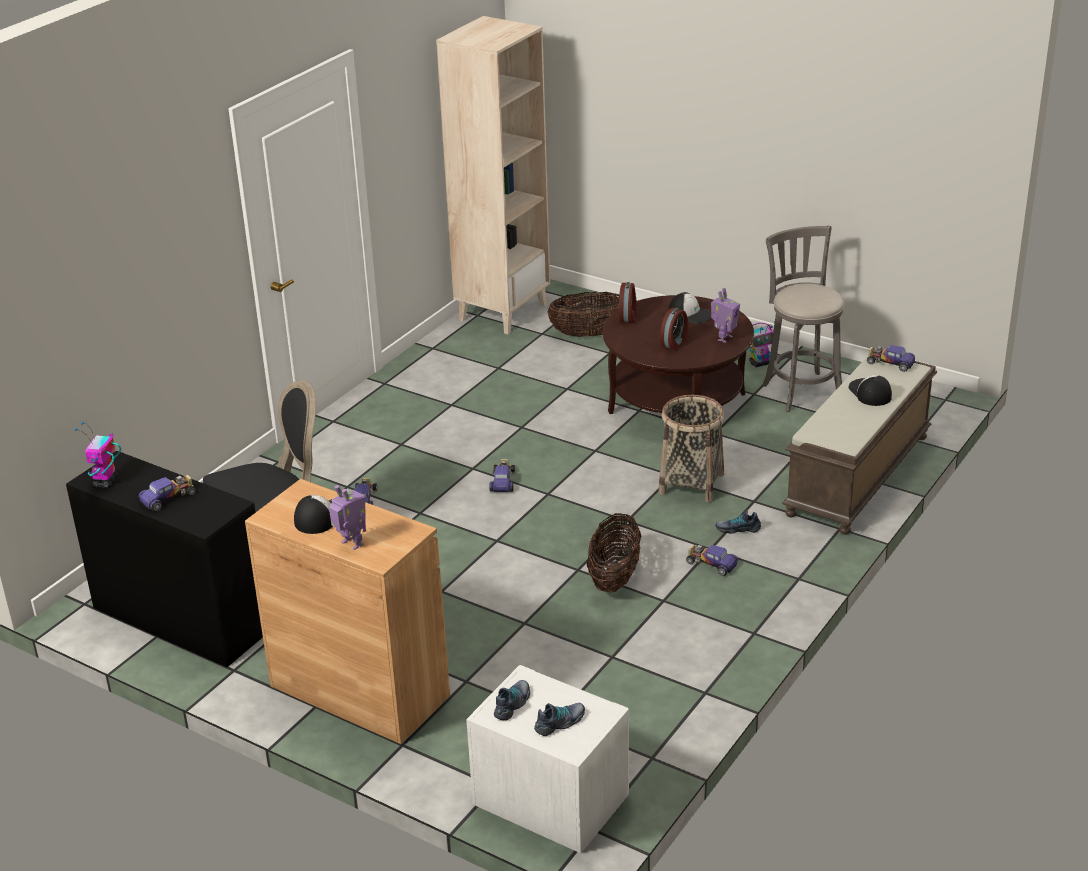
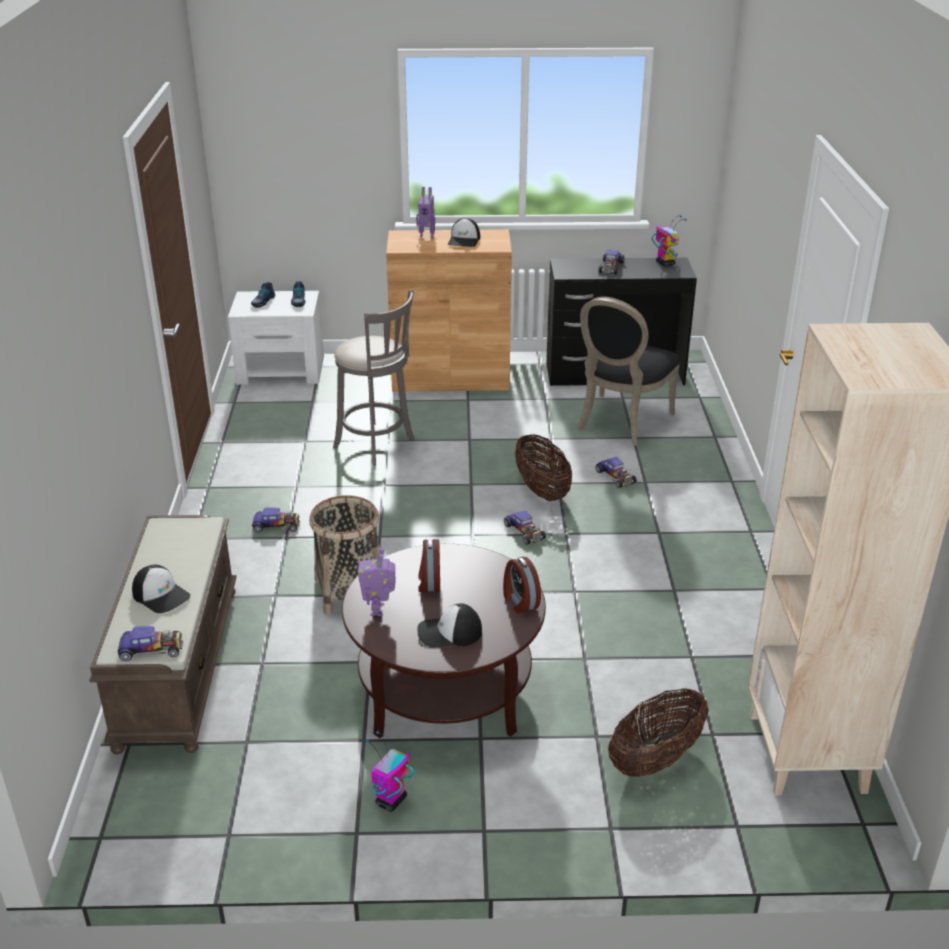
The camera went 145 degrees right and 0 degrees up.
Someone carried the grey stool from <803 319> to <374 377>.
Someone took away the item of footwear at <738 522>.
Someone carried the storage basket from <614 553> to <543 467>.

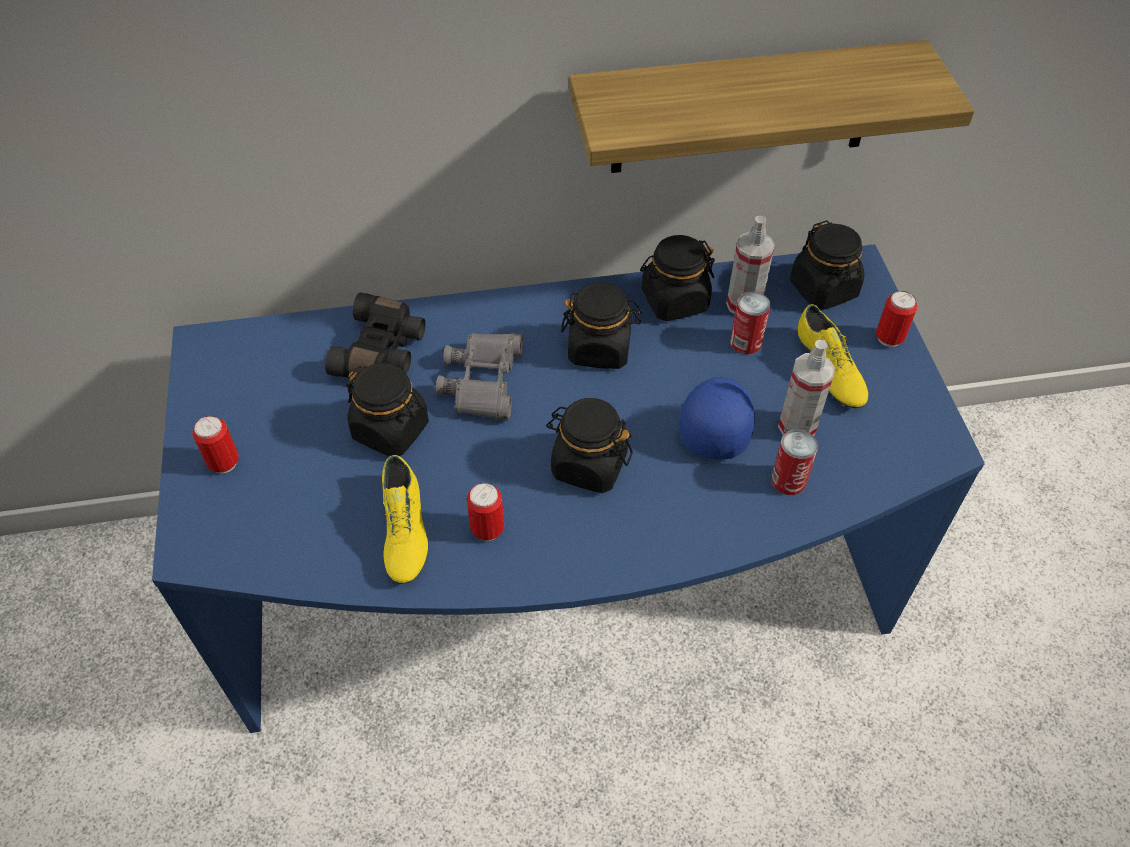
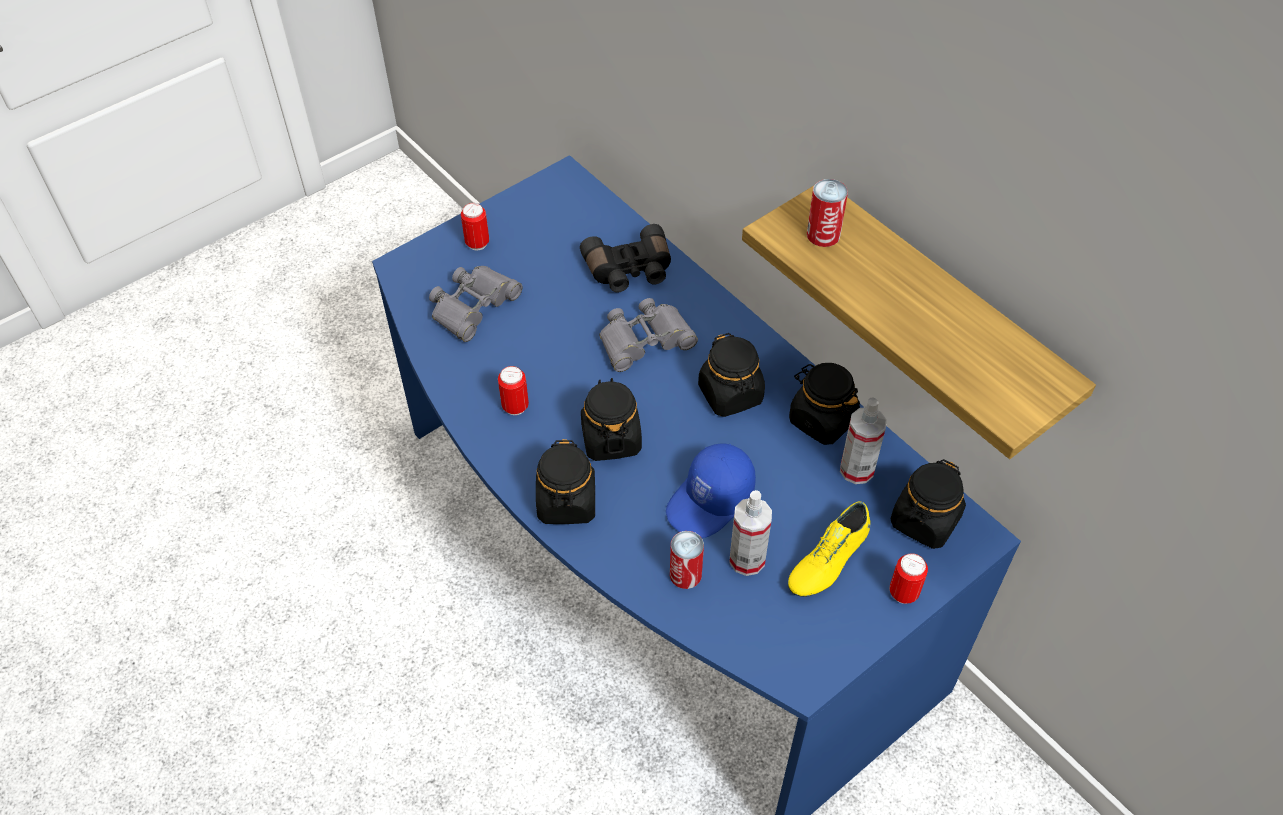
The camera went 60 degrees right and 0 degrees up.
Someone carried the can from <750 323> to <827 213>.
Someone carried the black storage jar from <387 409> to <565 481>.
Someone rotated the blue cap at <717 418> by 150 degrees clockwise.
Someone took away the yellowish item of footwear at <405 519>.
Someone put down the grey pair of binoculars at <475 304>.

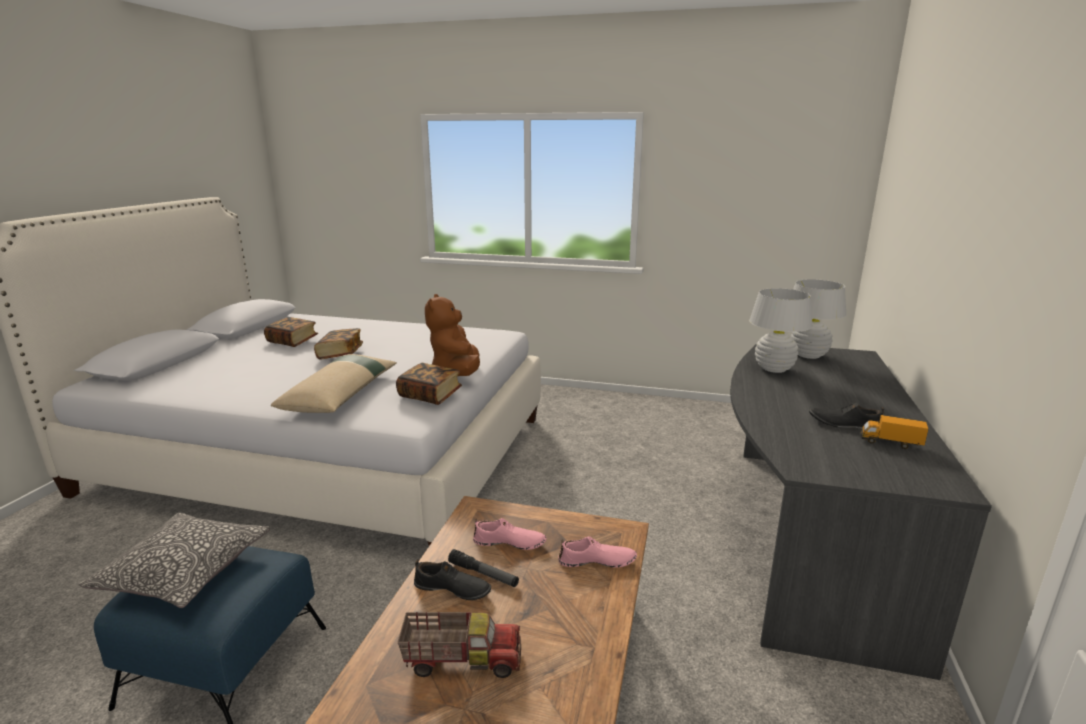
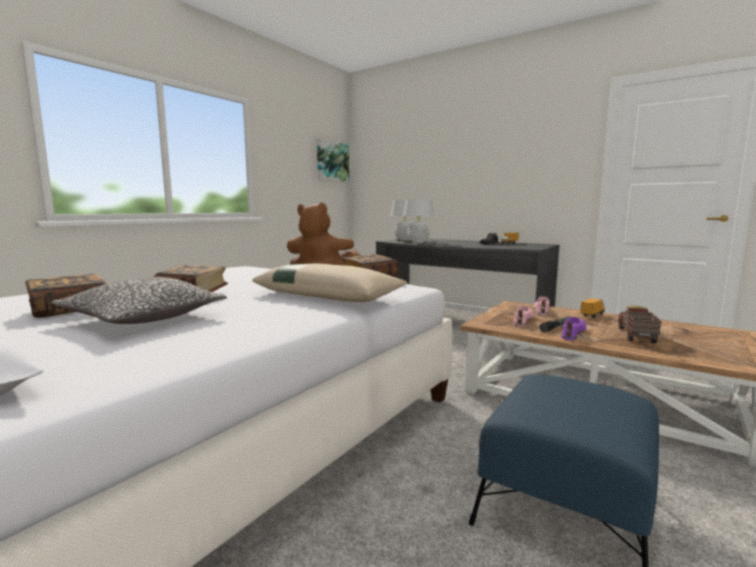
The camera went 70 degrees left and 10 degrees down.
Someone carried the cushion from <174 560> to <139 300>.
Someone repainted the black item of footwear at <452 579>, which became the purple item of footwear at <574 328>.
Someone put up the wall art at <333 160>.
Someone put down the model truck at <592 308>.

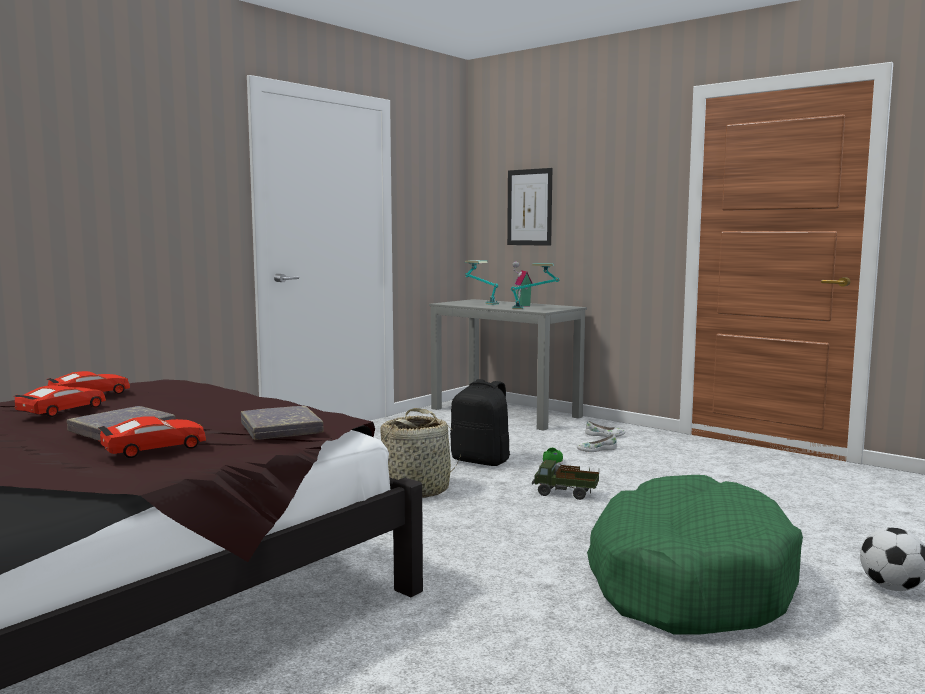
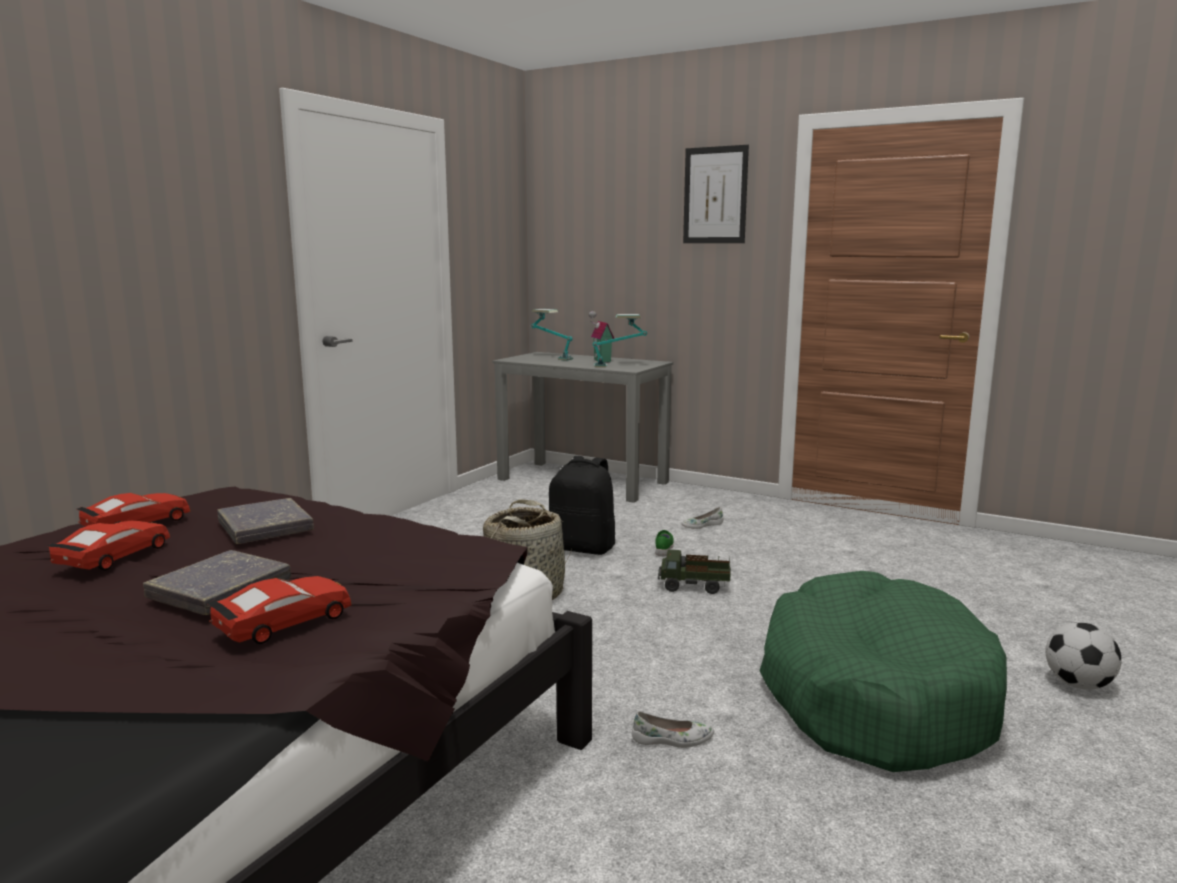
The camera went 10 degrees left and 5 degrees up.
Someone carried the wall art from <529 207> to <716 194>.
Someone carried the grey bound book from <282 422> to <265 521>.
Someone carried the whitish item of footwear from <605 429> to <673 729>.

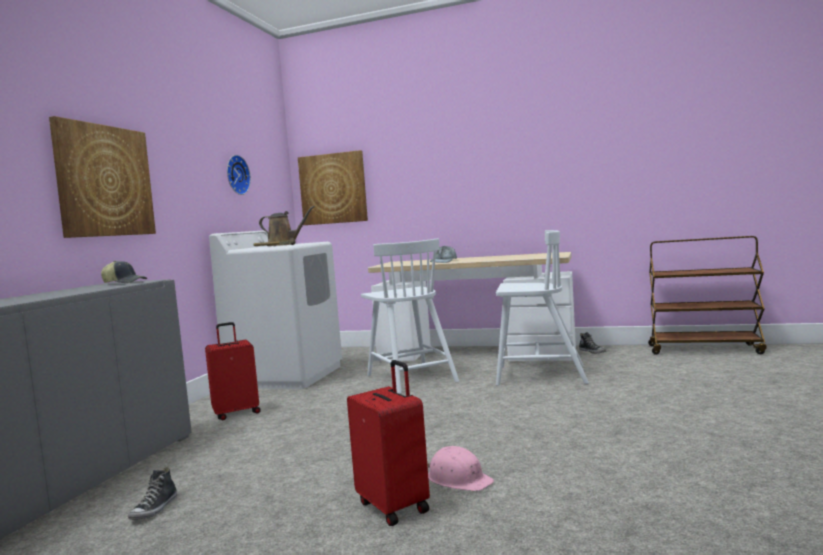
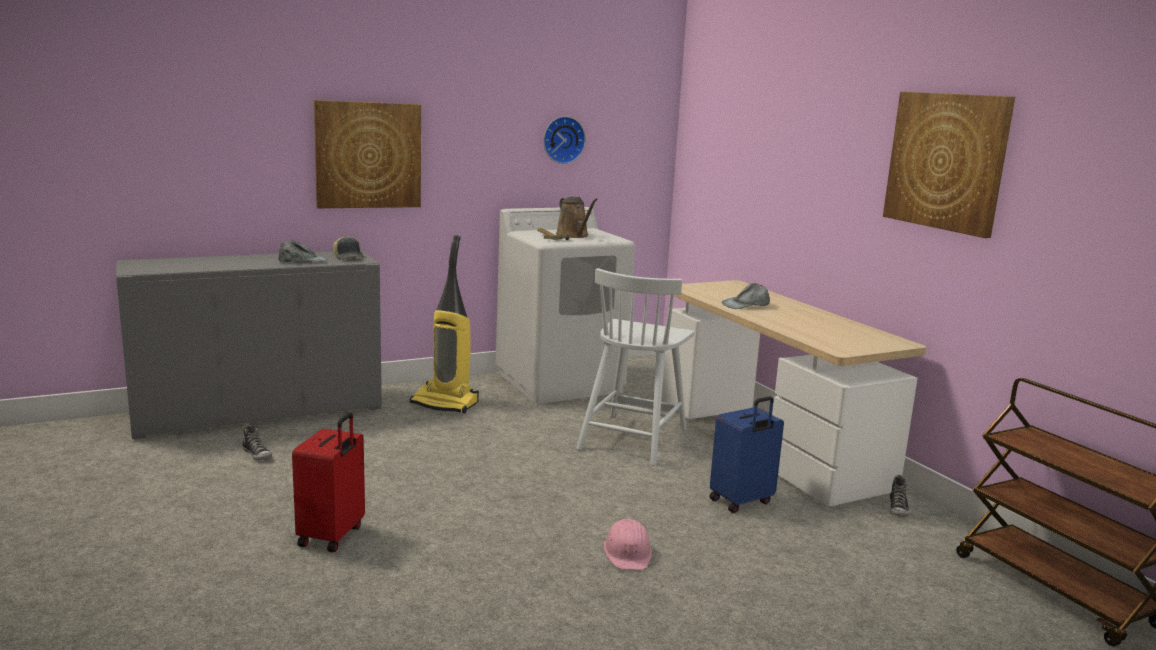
The camera went 45 degrees right and 10 degrees up.
Someone carried the wall art from <333 187> to <949 165>.
Someone swapped the whitish upright chair at <542 308> for the blue piece of luggage at <746 454>.
Someone swapped the reddish piece of luggage at <233 371> for the vacuum cleaner at <444 324>.
Someone carried the pink work helmet from <460 468> to <627 544>.
Someone rotated the item of footwear at <152 493> by 105 degrees counterclockwise.
Someone put down the grey cap at <303 251>.

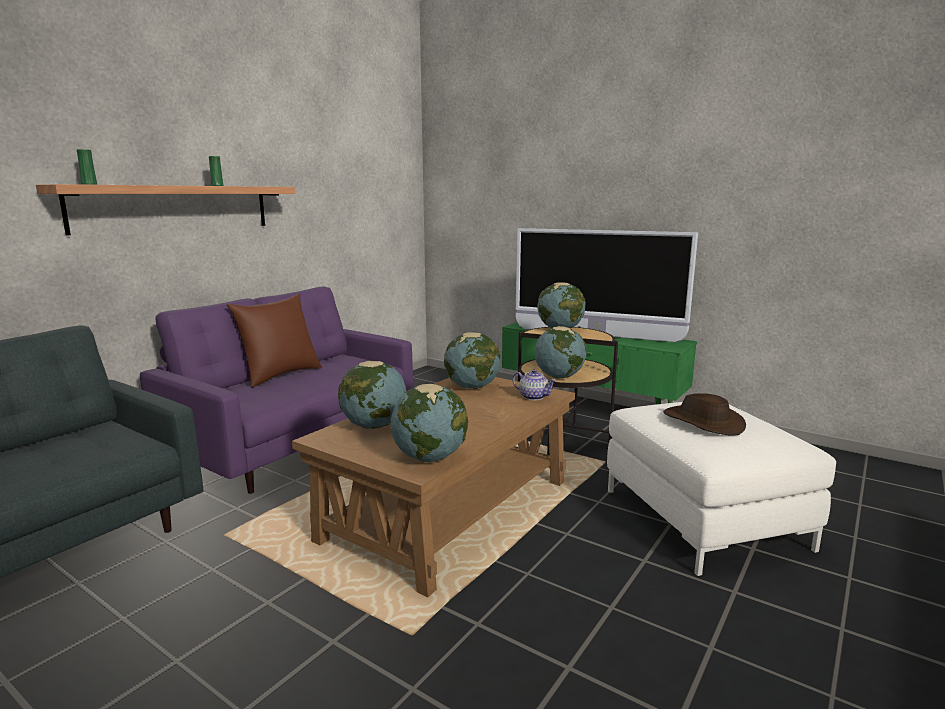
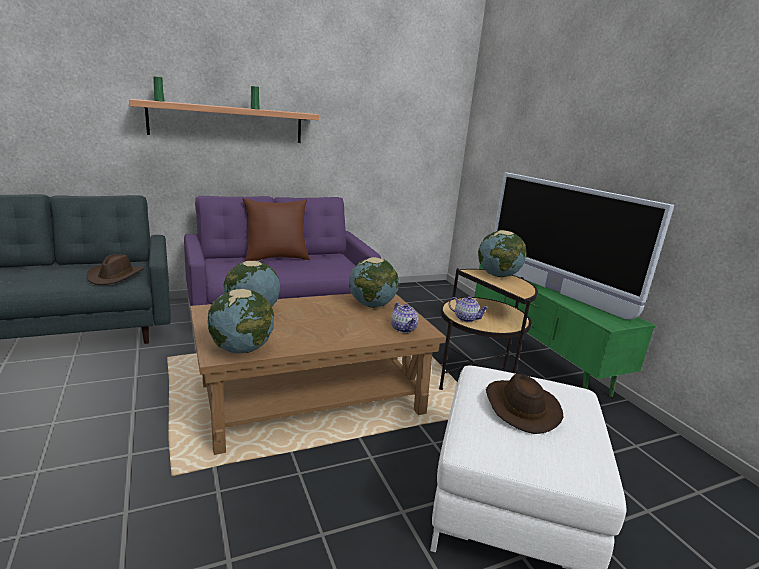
The camera went 30 degrees right and 5 degrees up.
Someone swapped the world globe at <560 352> for the tea pot at <469 309>.
Someone put down the brown hat at <115 269>.

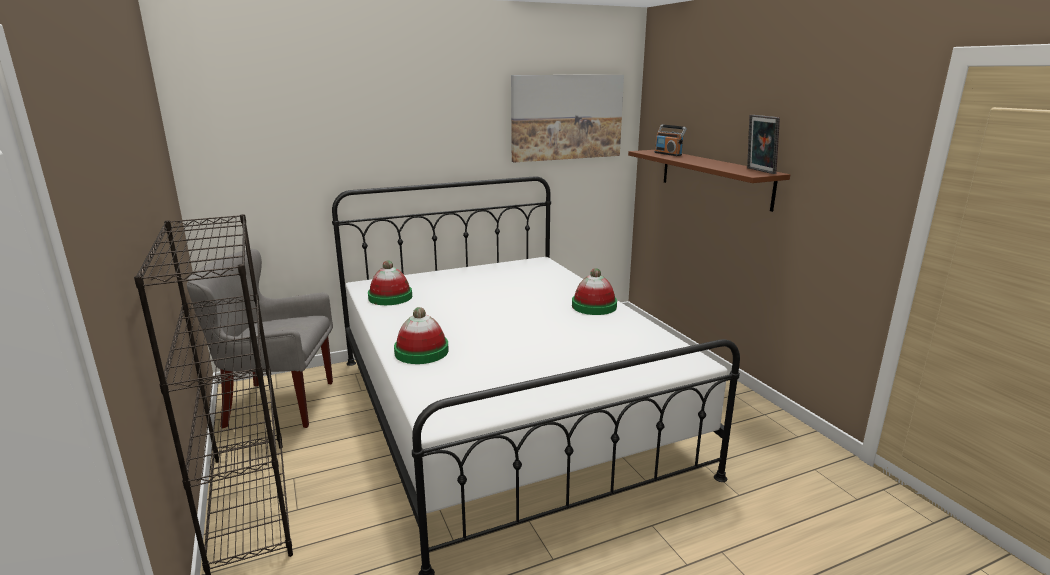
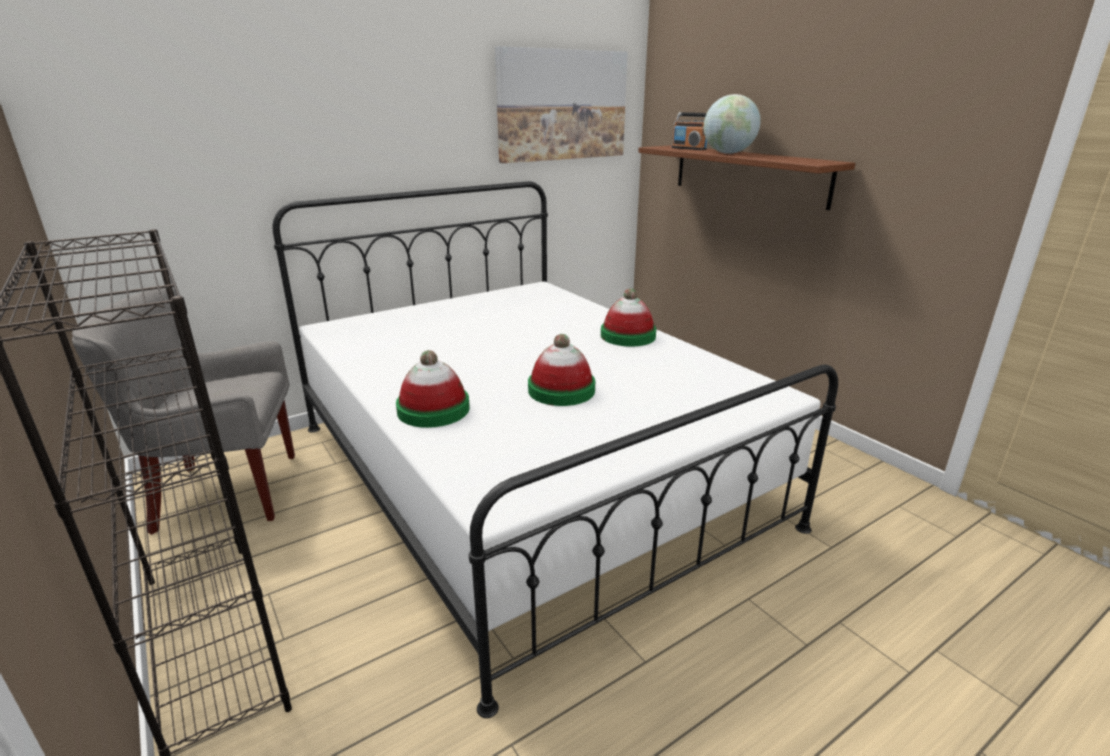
The camera went 10 degrees left and 5 degrees up.
Someone took away the photo frame at <763 144>.
Someone carried the hat from <390 283> to <561 370>.
Someone put down the world globe at <732 124>.

